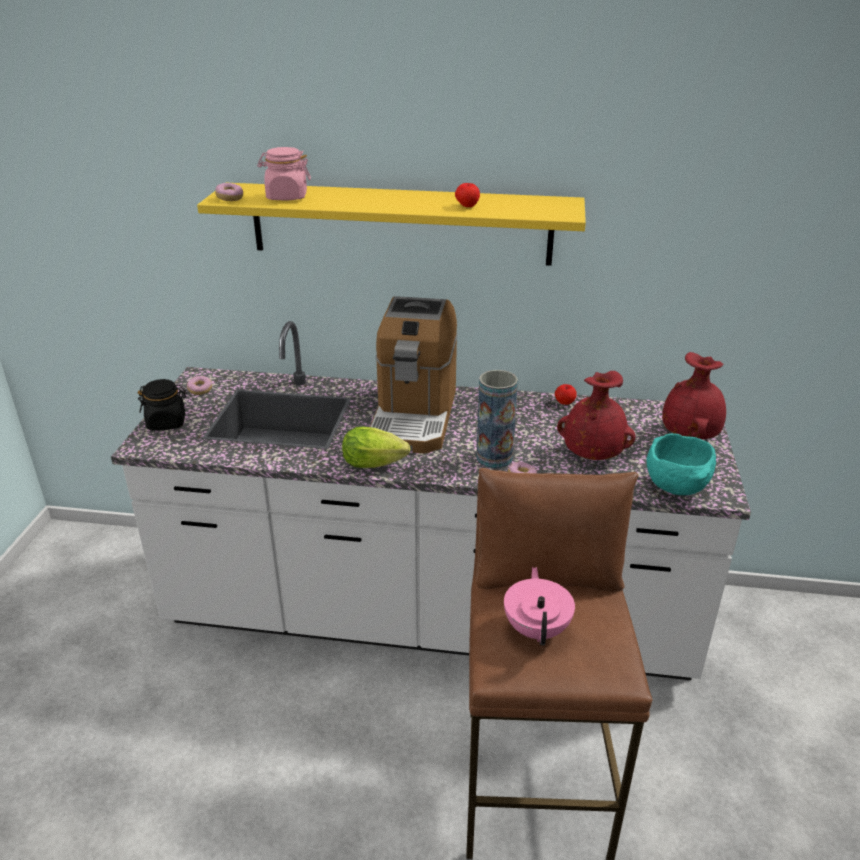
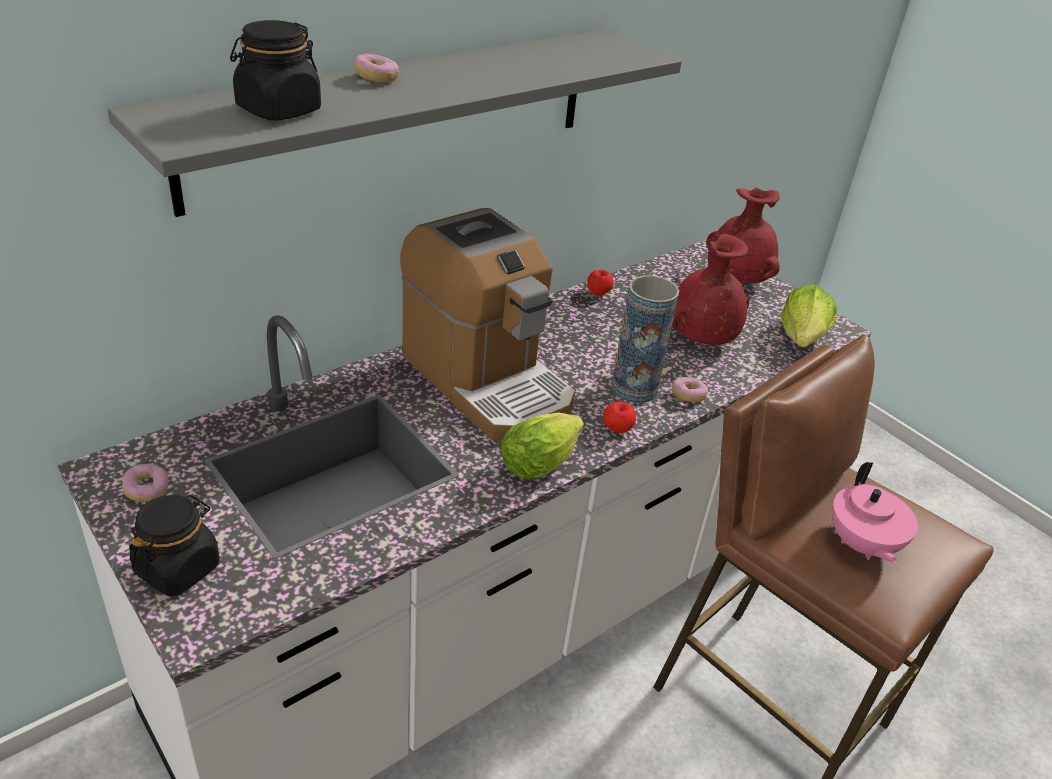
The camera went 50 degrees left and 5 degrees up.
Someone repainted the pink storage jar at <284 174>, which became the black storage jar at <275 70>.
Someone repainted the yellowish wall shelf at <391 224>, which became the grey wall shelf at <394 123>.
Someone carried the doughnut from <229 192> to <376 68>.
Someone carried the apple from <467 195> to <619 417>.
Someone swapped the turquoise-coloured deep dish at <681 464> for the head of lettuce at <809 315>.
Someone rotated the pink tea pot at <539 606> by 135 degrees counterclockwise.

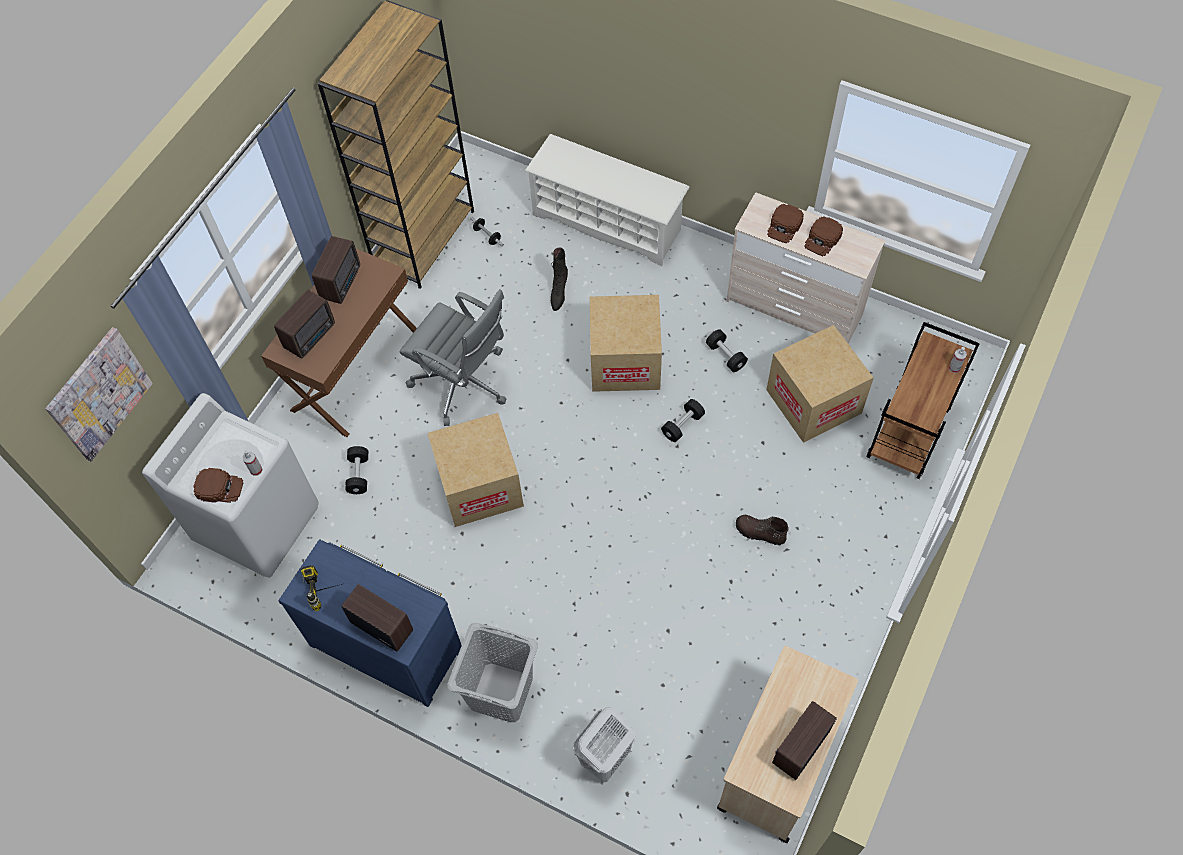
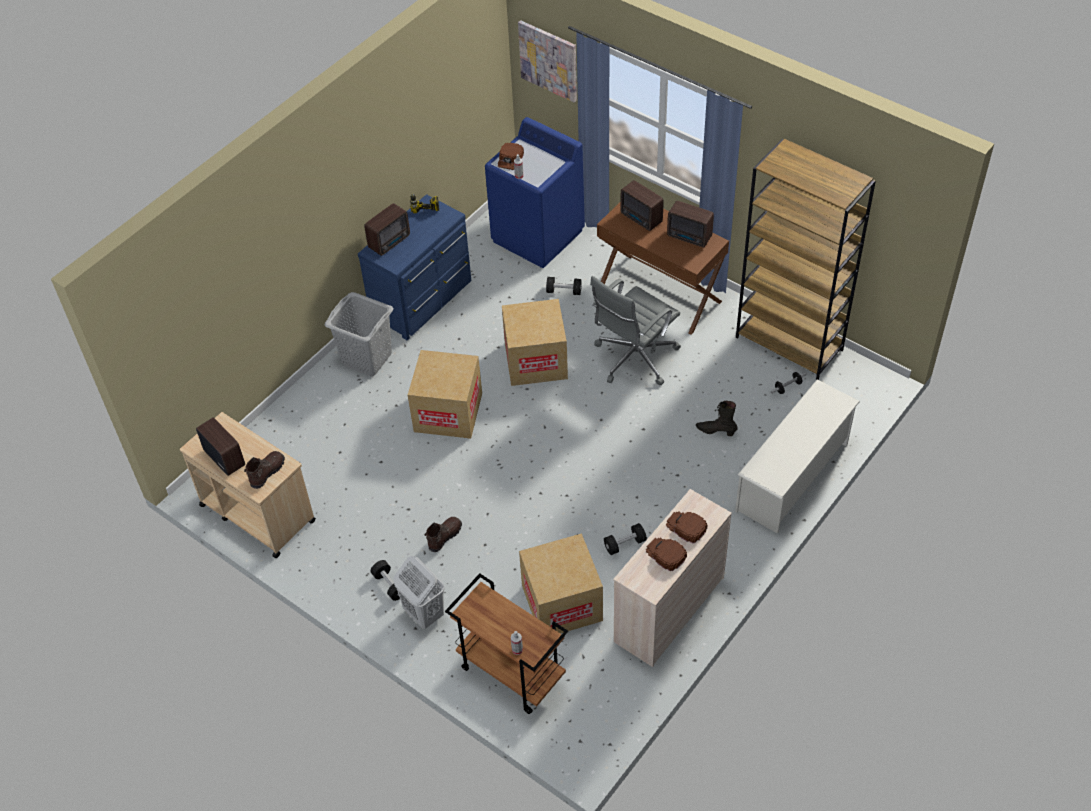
The camera went 100 degrees right and 10 degrees down.
Someone carried the cardboard box from <626 343> to <445 394>.
Someone repainted the whitish laundry appliance at <230 485>, which became the blue laundry appliance at <535 192>.
Someone carried the black free weight from <683 420> to <385 580>.
Someone carried the whitish laundry basket from <603 744> to <419 592>.
Someone put down the brown tall boot at <264 470>.

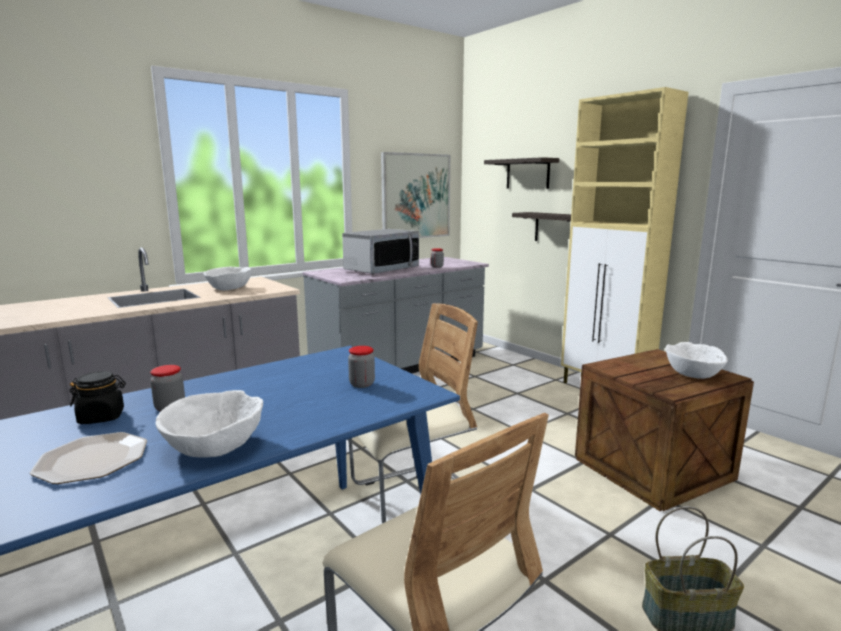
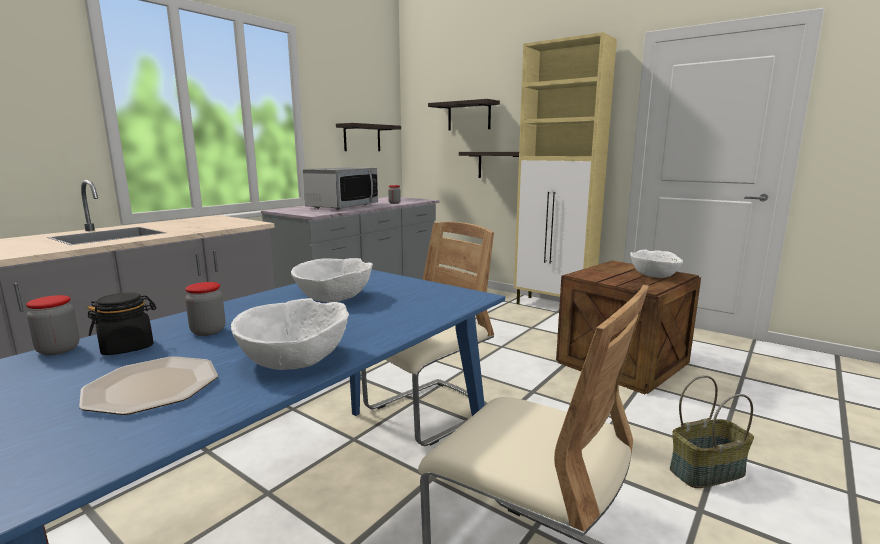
The camera went 15 degrees left and 0 degrees up.
Someone swapped the wall art at <415 195> for the wall shelf at <368 137>.
Someone carried the whitish deep dish from <228 278> to <332 280>.
Someone carried the storage jar from <361 367> to <52 325>.

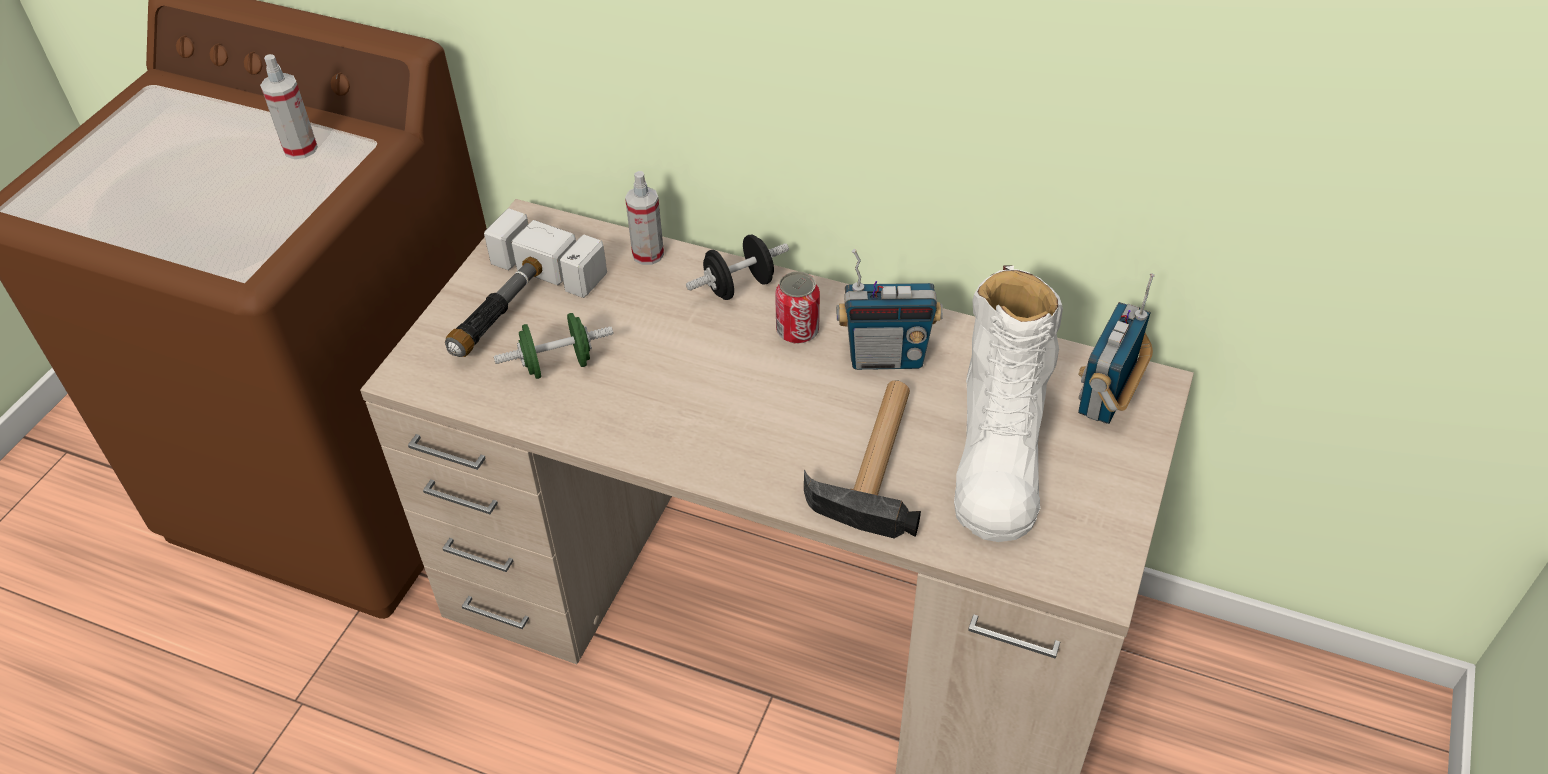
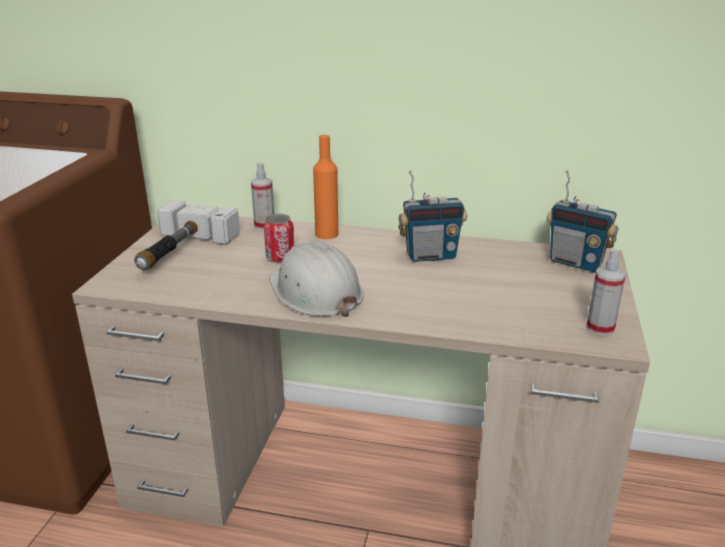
The camera went 10 degrees left and 20 degrees down.
Someone carried the spray bottle from <289 106> to <606 292>.
Someone swapped the black free weight at <737 267> for the orangey beverage bottle at <325 187>.
Someone took away the whitish tall boot at <1008 403>.
Someone carried the can from <797 307> to <279 238>.
Someone rotated the radio receiver at <1116 348> by 75 degrees counterclockwise.
Someone took away the greenish free weight at <553 346>.
Someone took away the hammer at <862 459>.
Someone put down the whitish work helmet at <316 279>.

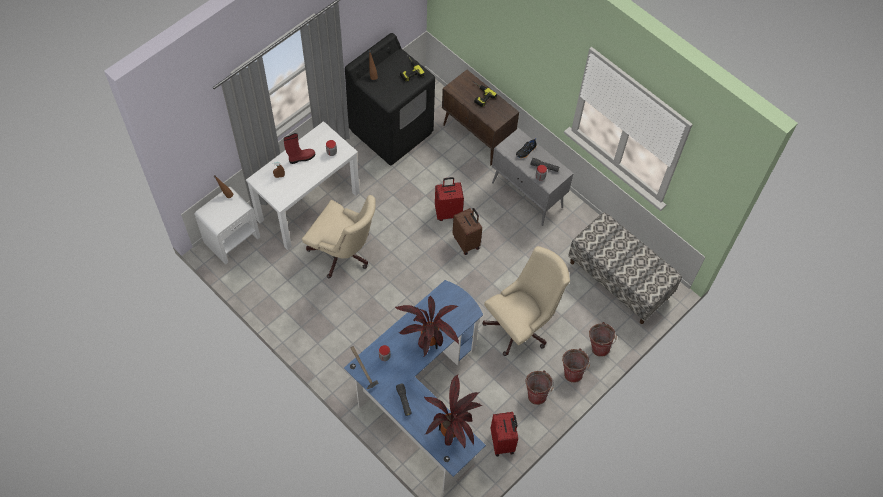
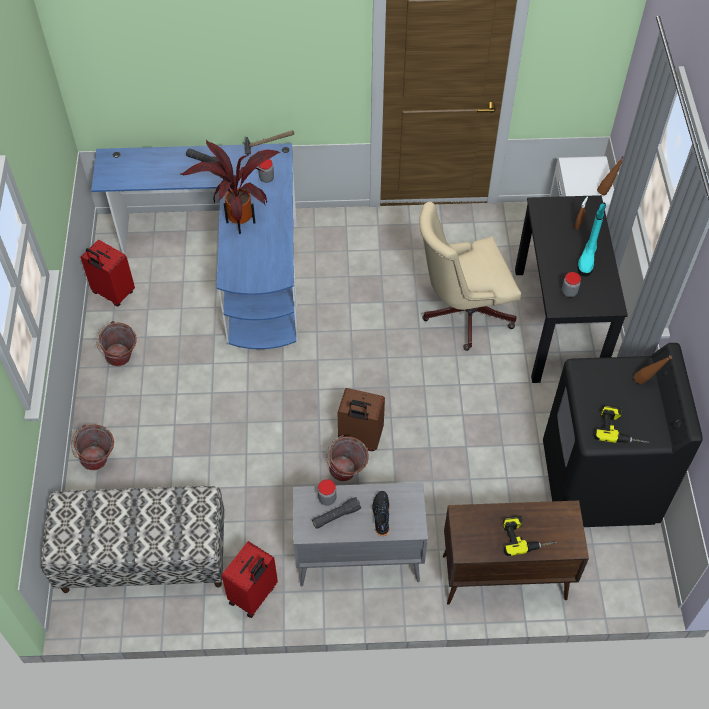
The camera went 135 degrees right and 5 degrees down.
Someone repainted the whitish desk unit at <303 185>, which became the black desk unit at <571 289>.
Someone repainted the reddish tall boot at <299 148>, which became the turquoise-coloured tall boot at <591 239>.
Someone carried the reddish piece of luggage from <449 199> to <250 579>.
Someone took away the beige-coloured computer chair at <526 301>.
Someone carried the pail from <576 365> to <348 458>.
Someone took away the plant in a pot at <453 412>.

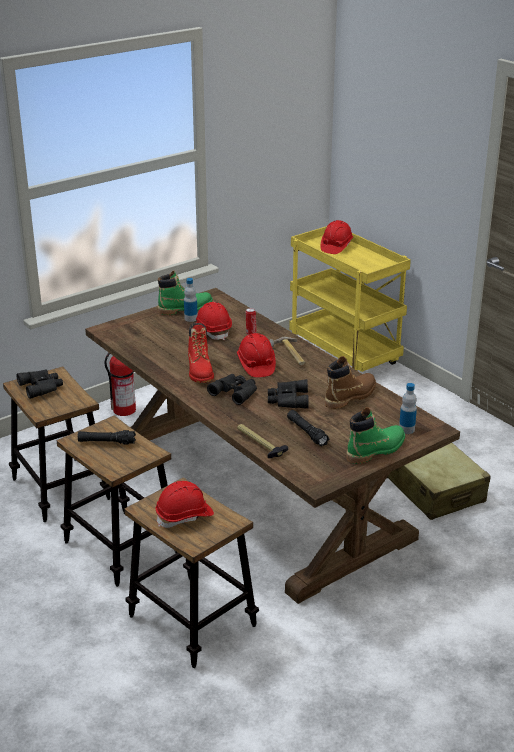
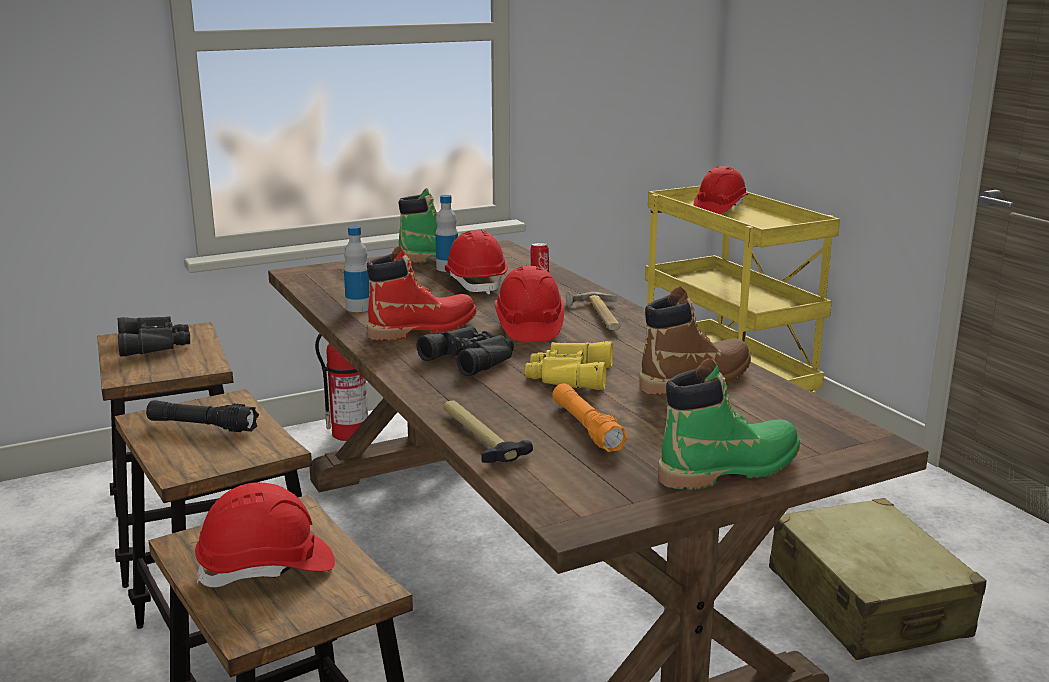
The camera went 10 degrees right and 10 degrees down.
Someone rotated the reddish tall boot at <201 353> by 120 degrees counterclockwise.
Someone repainted the black pair of binoculars at <288 393>, which became the yellowish pair of binoculars at <569 365>.
Someone carried the beverage bottle from <408 408> to <356 269>.
Someone repainted the black flashlight at <308 428>, which became the orangey flashlight at <590 417>.

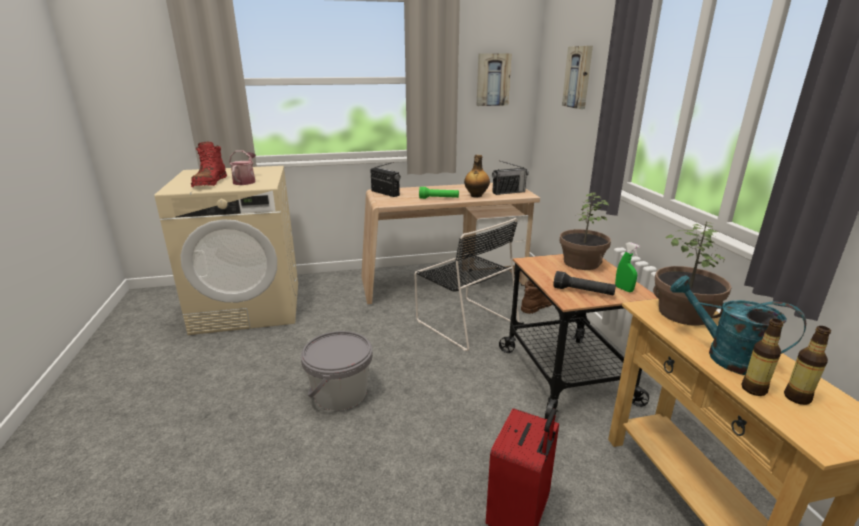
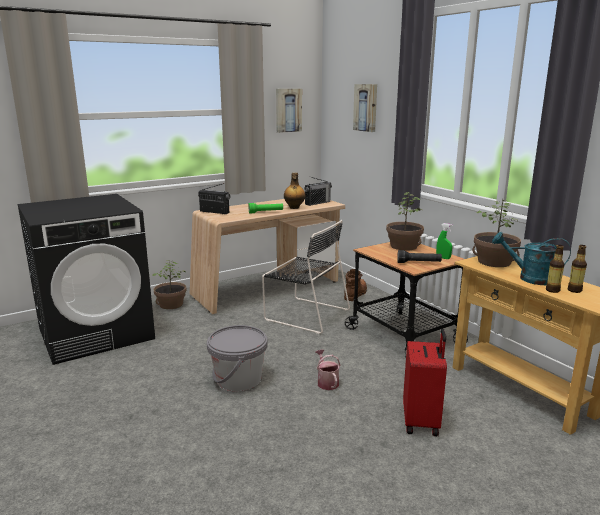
The camera went 20 degrees left and 5 degrees down.
Someone took away the reddish tall boot at <209 164>.
Someone carried the watering pot from <242 168> to <328 370>.
Someone repainted the beige-coloured laundry appliance at <226 250>, which became the black laundry appliance at <86 279>.
Someone put down the plant in a pot at <170 284>.

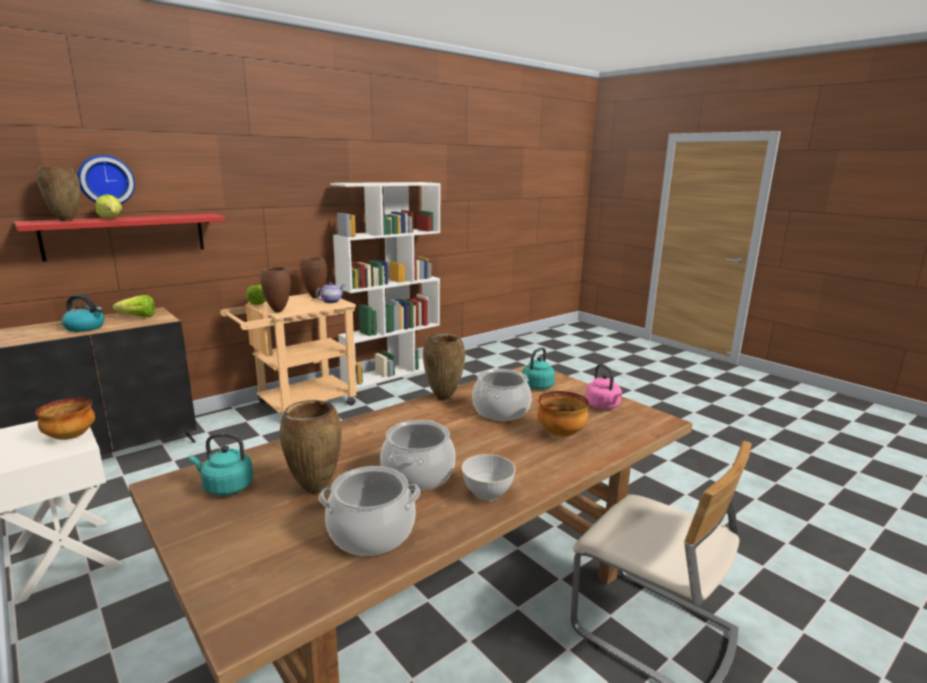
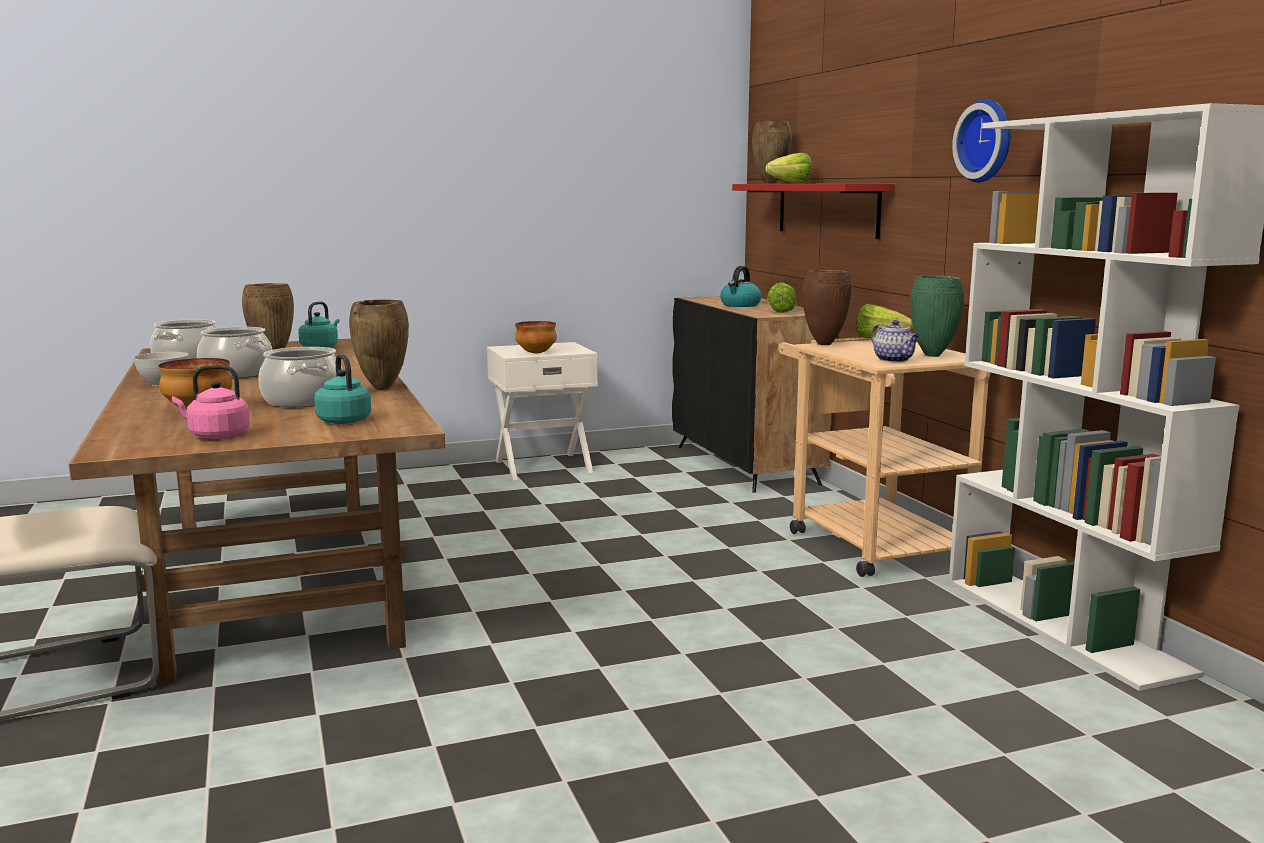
The camera went 110 degrees right and 5 degrees down.
Someone carried the hanging clock from <106 179> to <981 141>.
Someone repainted the brown vase at <313 277>, which became the greenish vase at <937 316>.

